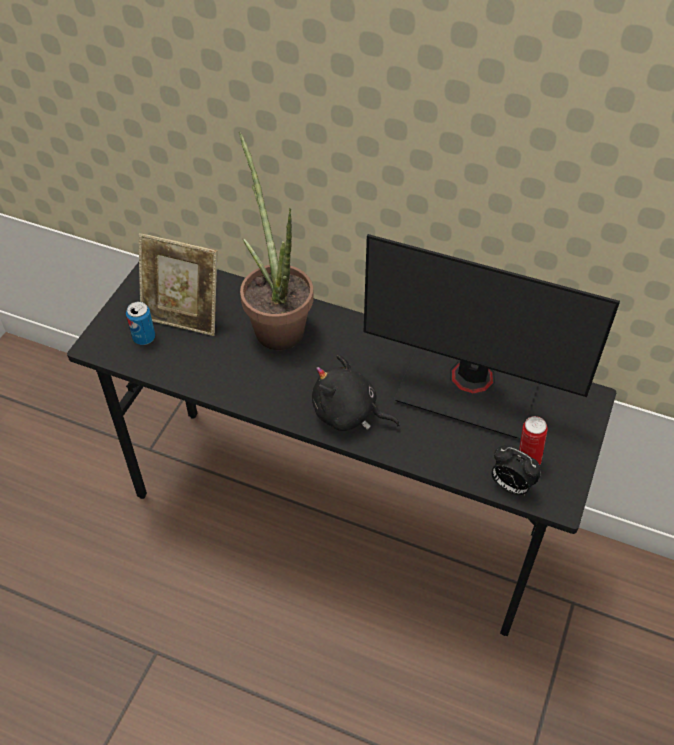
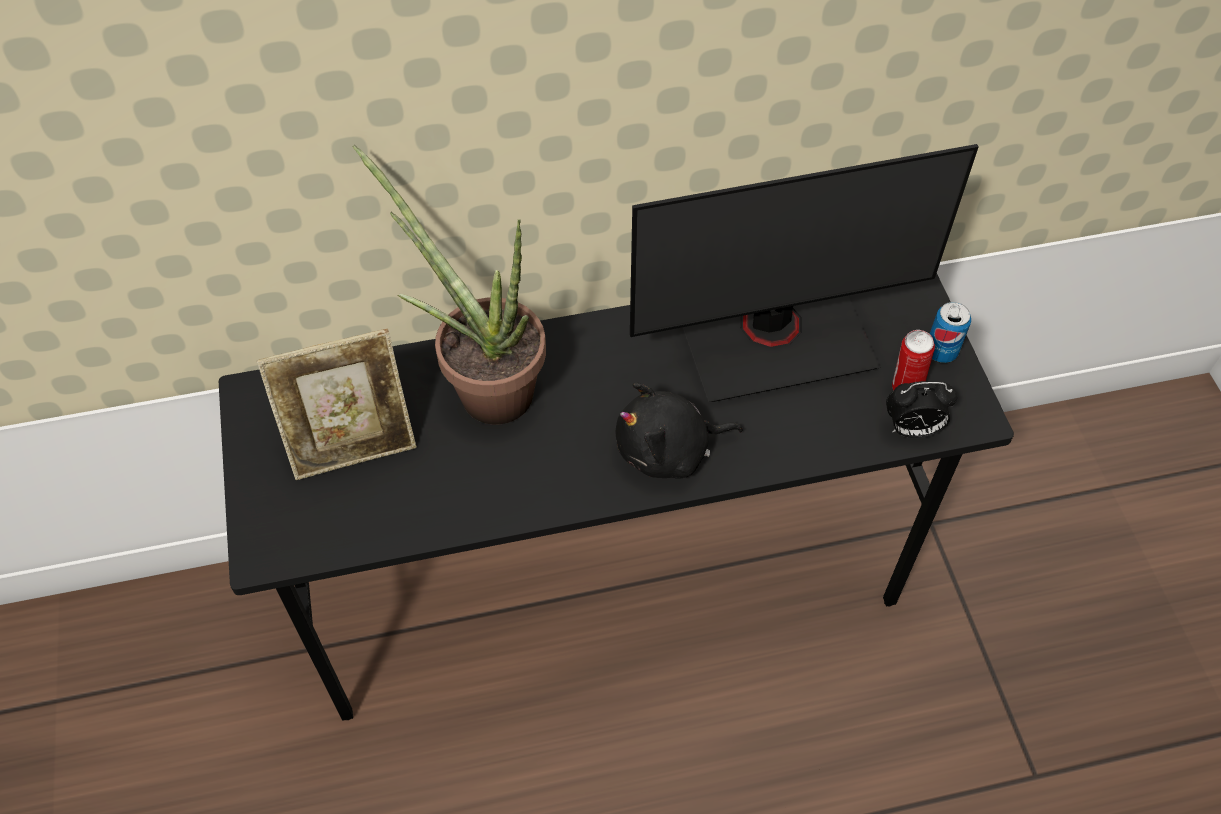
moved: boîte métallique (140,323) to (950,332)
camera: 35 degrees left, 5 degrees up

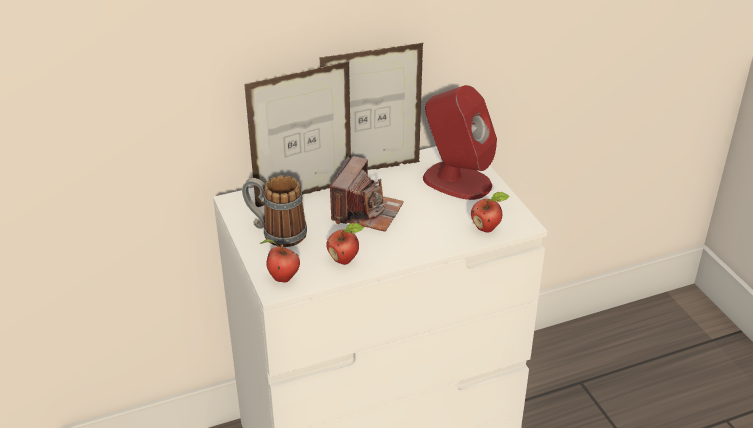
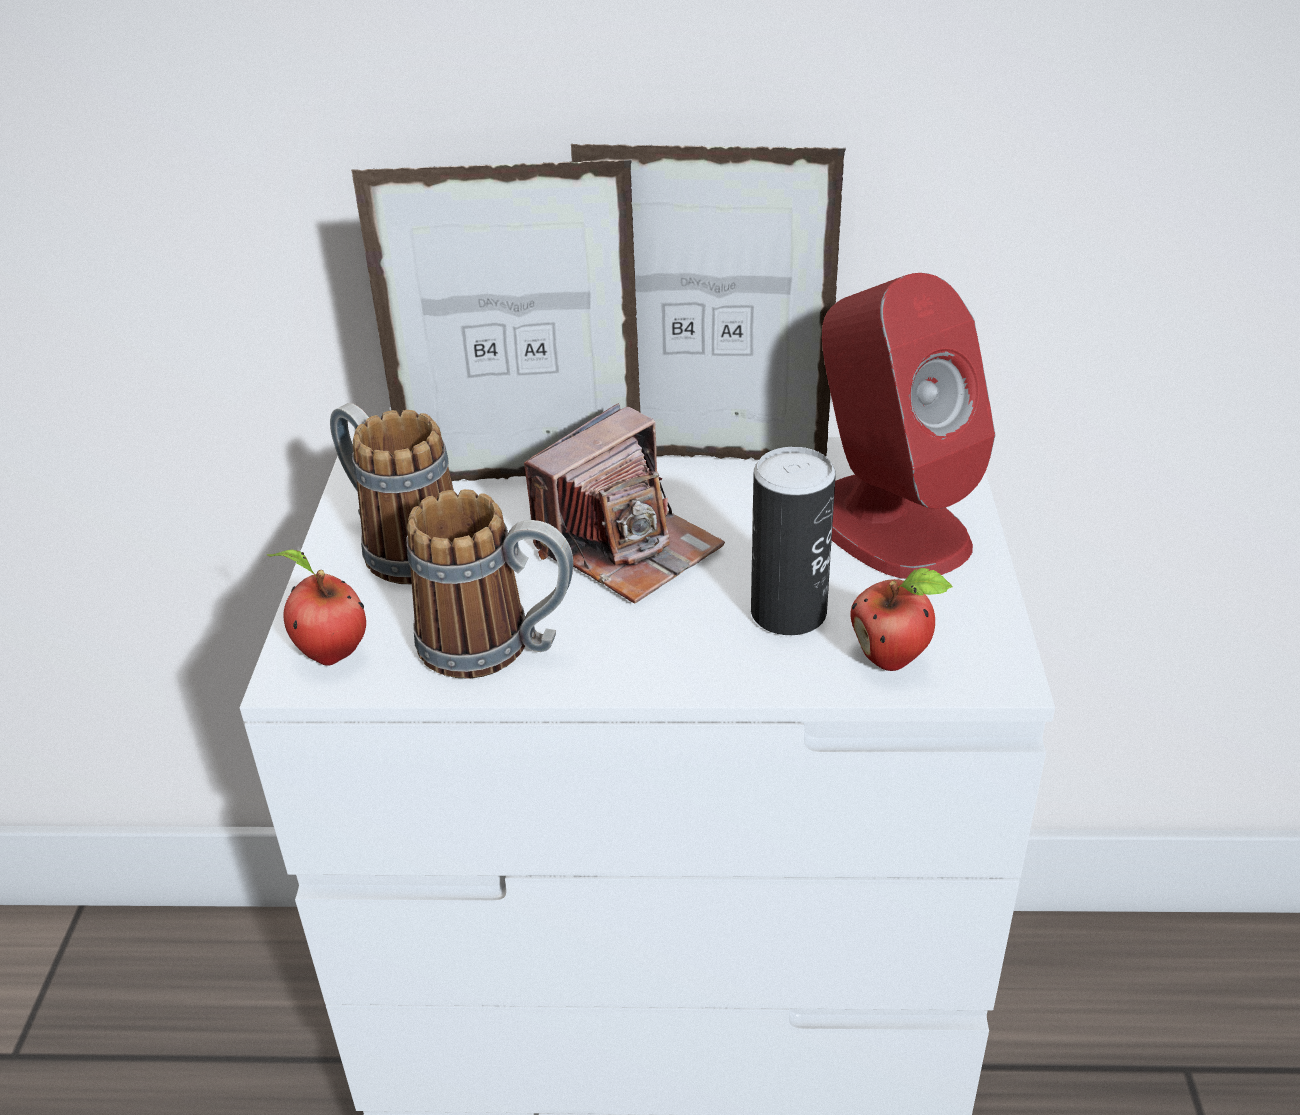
added: boîte métallique (793,541)
replaced: pomme (345,244) to mug (489,584)
camera: 25 degrees right, 0 degrees up

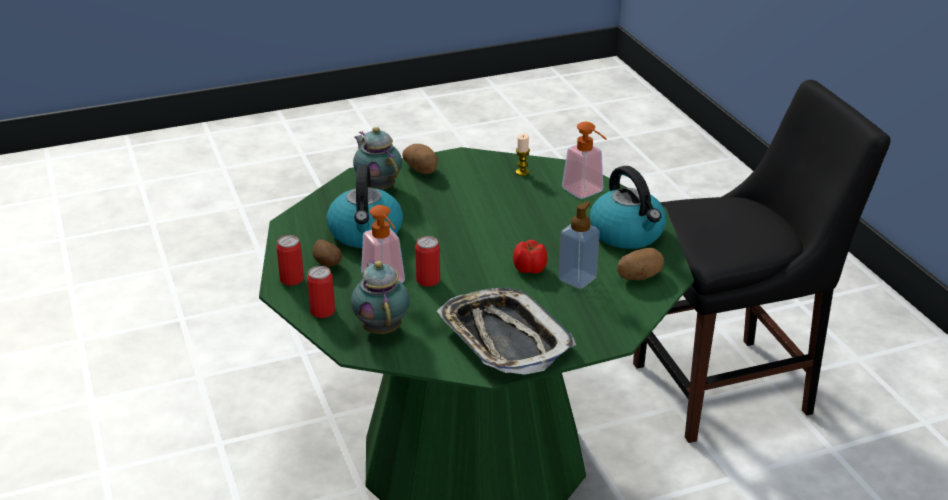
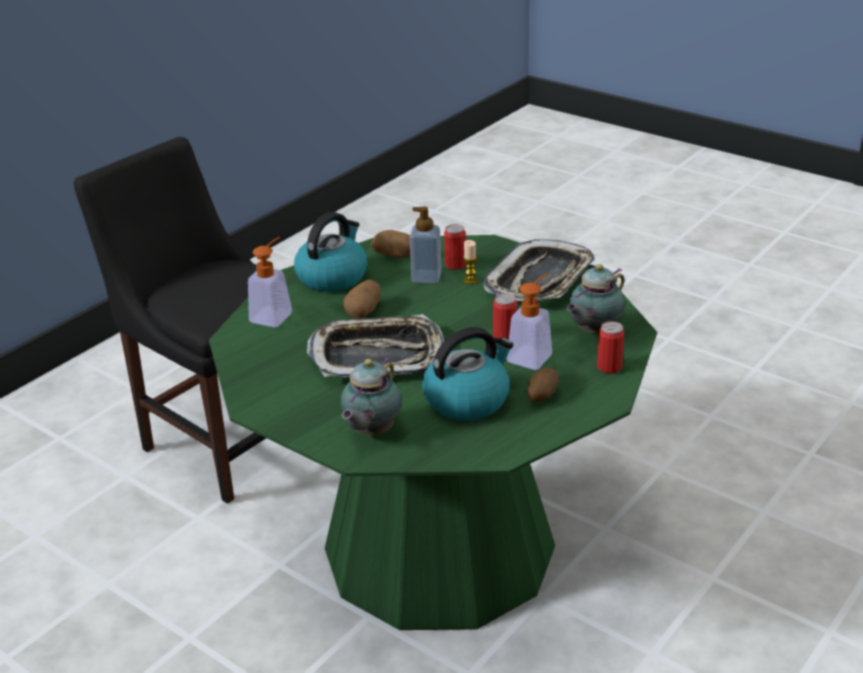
removed: tomate (530,257)
added: plateau (375,346)
moved: boîte métallique (290,260) to (455,247); pomme de terre (420,159) to (361,299); bougie (522,155) to (470,262)
camera: 120 degrees left, 0 degrees up

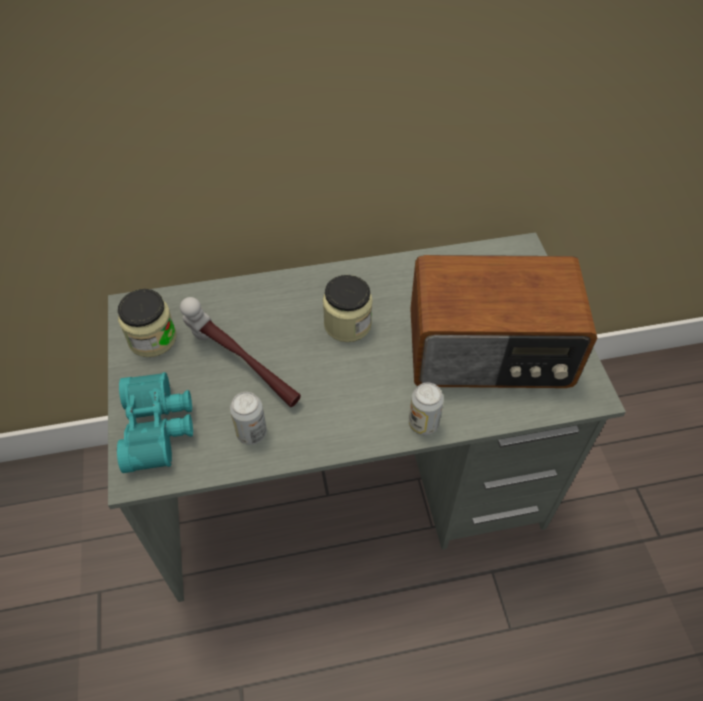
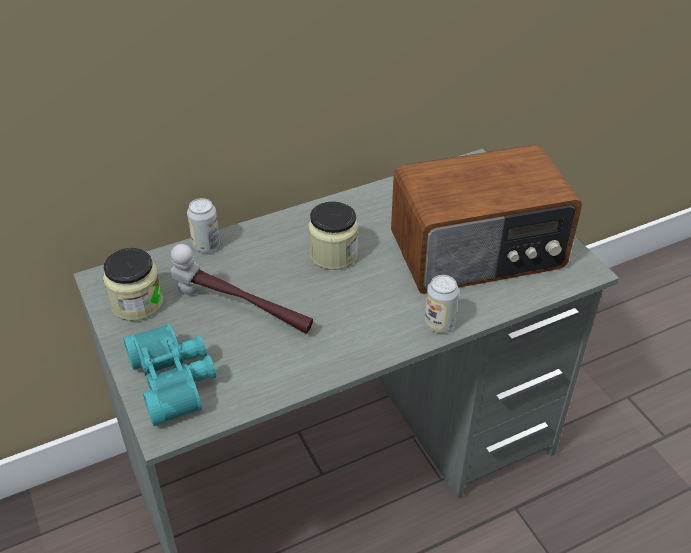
moved: boîte métallique (248,418) to (203,225)
camera: 15 degrees left, 10 degrees down

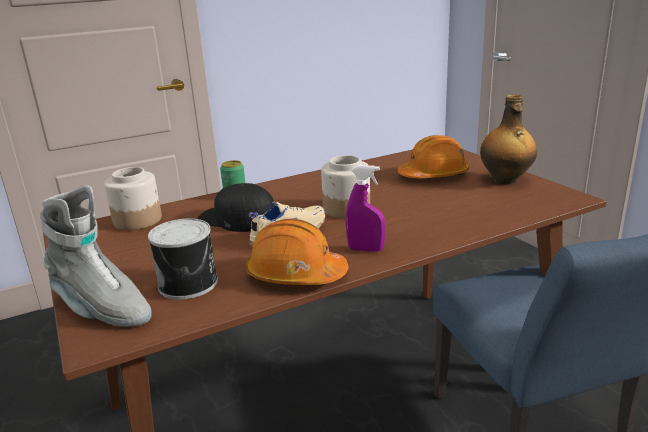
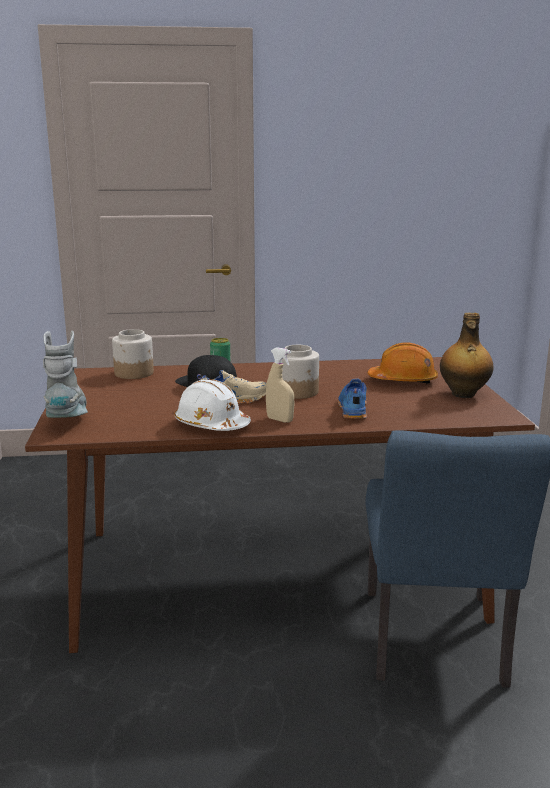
removed: boîte métallique (183,259)
added: chaussure [bleu] (352,398)
recoloured: casque de chantier [orange] (297,252) to casque de chantier [blanc] (212,405); vaporisateur [violet] (365,208) to vaporisateur [beige] (280,385)
turned: botte [gris] (96,256) = (65,374) 150 degrees counterclockwise
camera: 20 degrees right, 5 degrees down

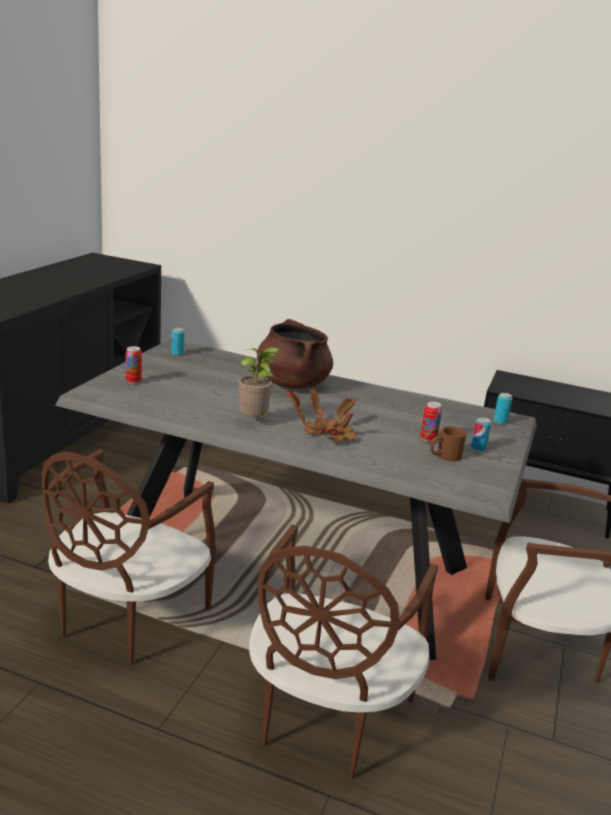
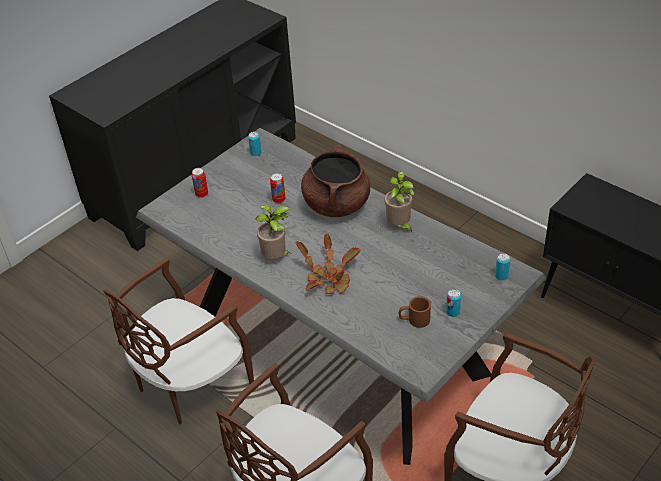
added: plante en pot (399,202)
moved: boîte métallique (431,422) to (277,188)
camera: 25 degrees right, 20 degrees up

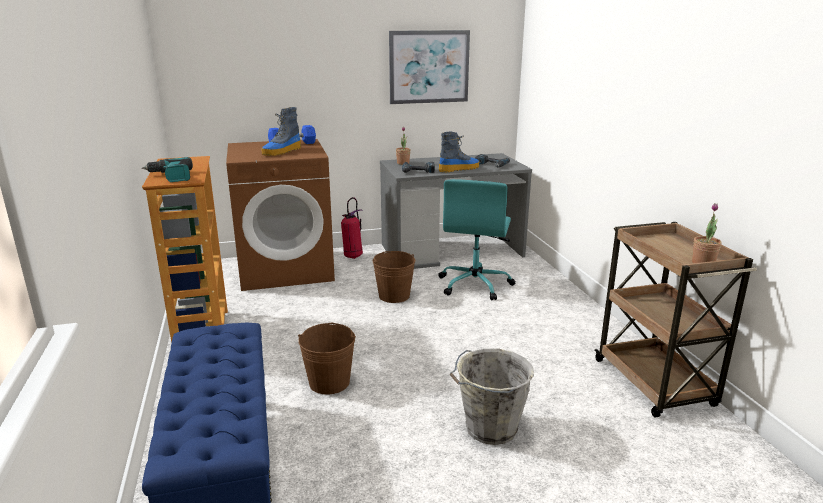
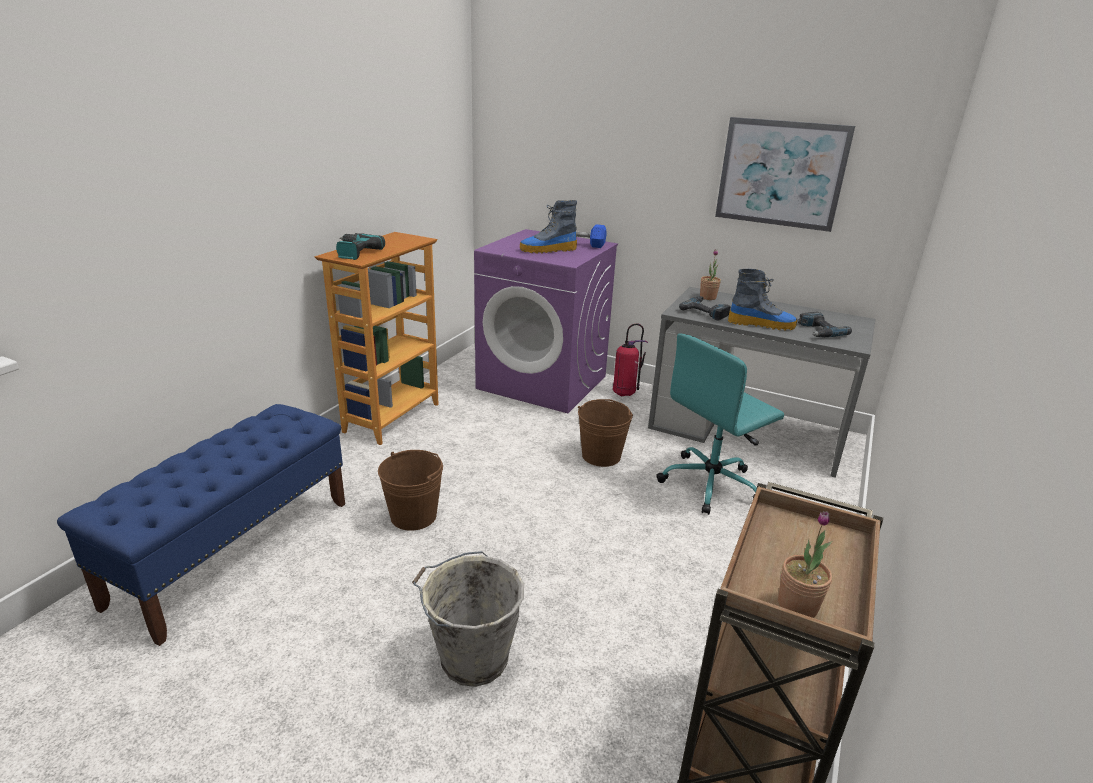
recoloured: lave-linge [marron] (280,215) to lave-linge [violet] (546,321)
camera: 40 degrees right, 5 degrees up

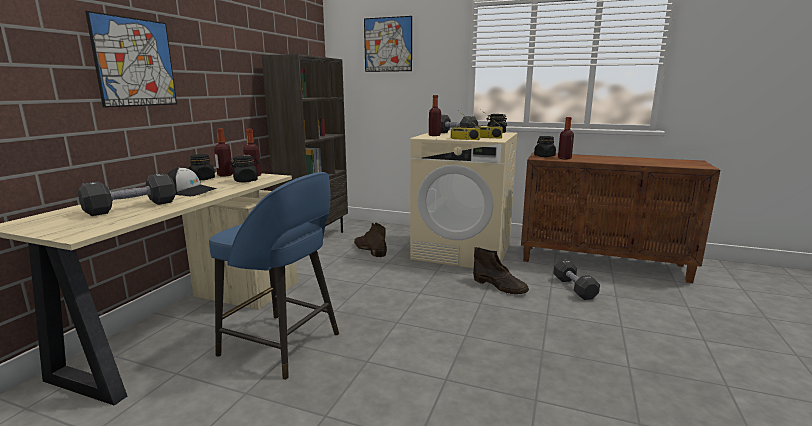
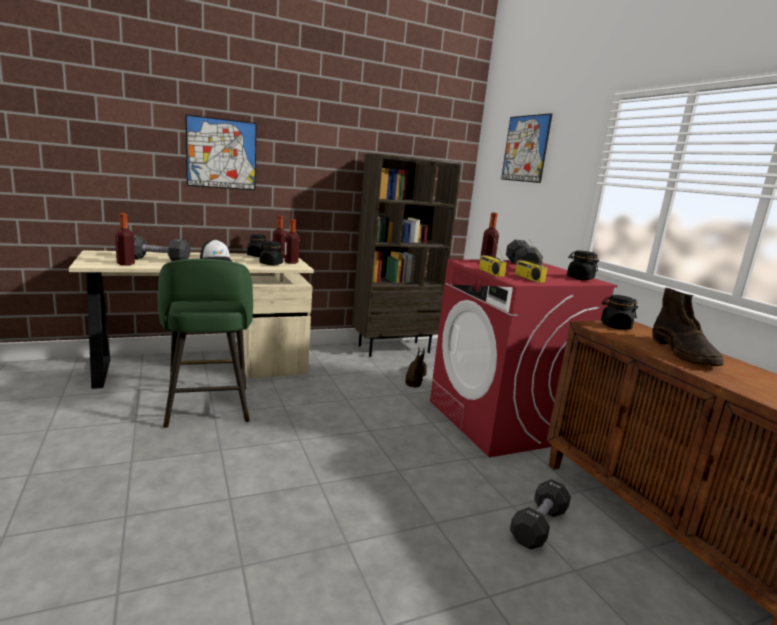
moved: botte [marron] (501,270) to (688,327); bouteille (566,138) to (125,239)
recoloured: tabouret [bleu] (274,276) to tabouret [vert] (205,343); lave-linge [beige] (464,199) to lave-linge [rouge] (524,358)
camera: 45 degrees right, 0 degrees up

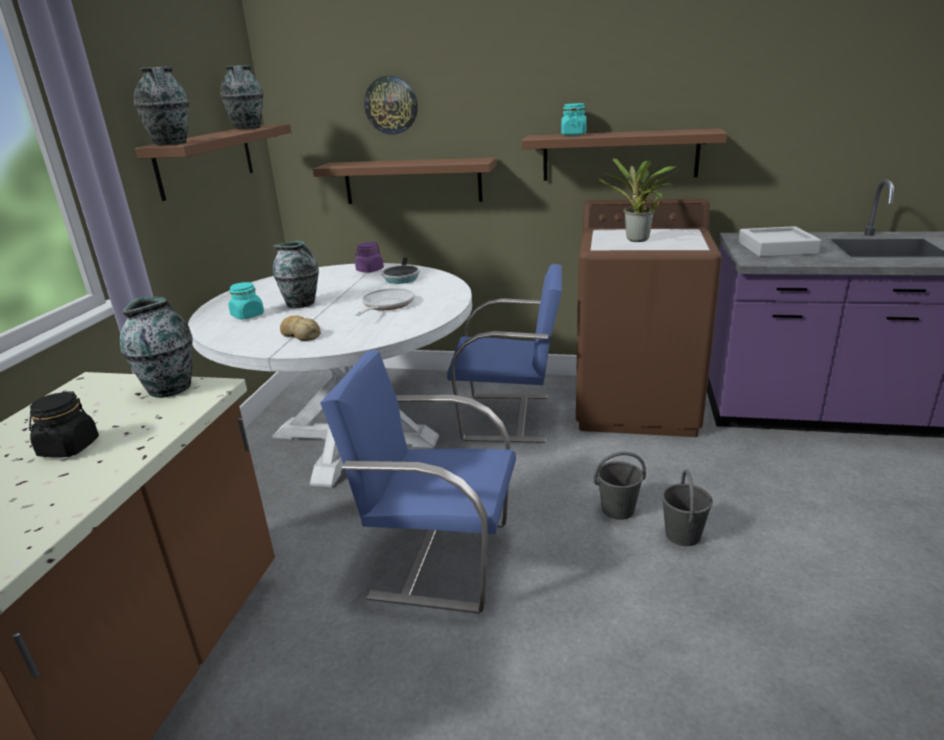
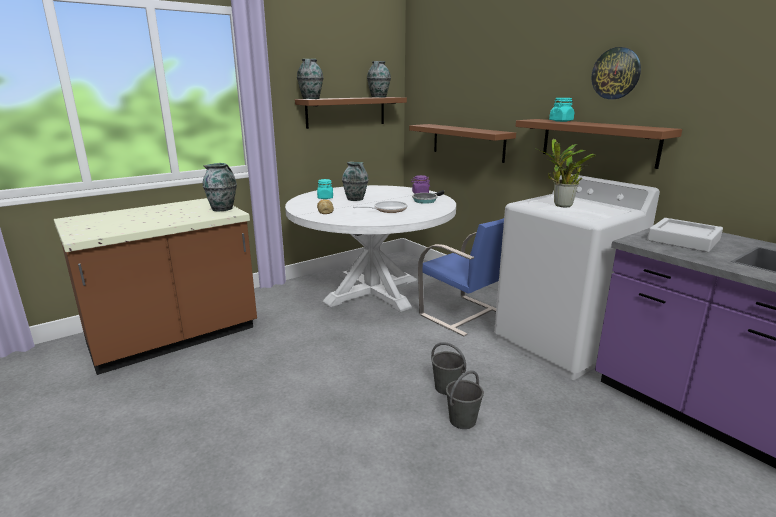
removed: bocal [noir] (64,424); chaise [bleu] (418,481)
moved: horloge murale (391,105) to (616,73)
recoloured: lave-linge [marron] (649,317) to lave-linge [blanc] (577,277)
camera: 40 degrees right, 5 degrees down

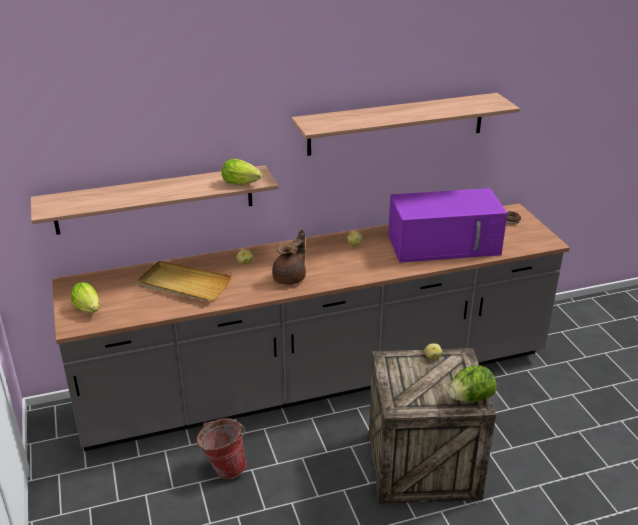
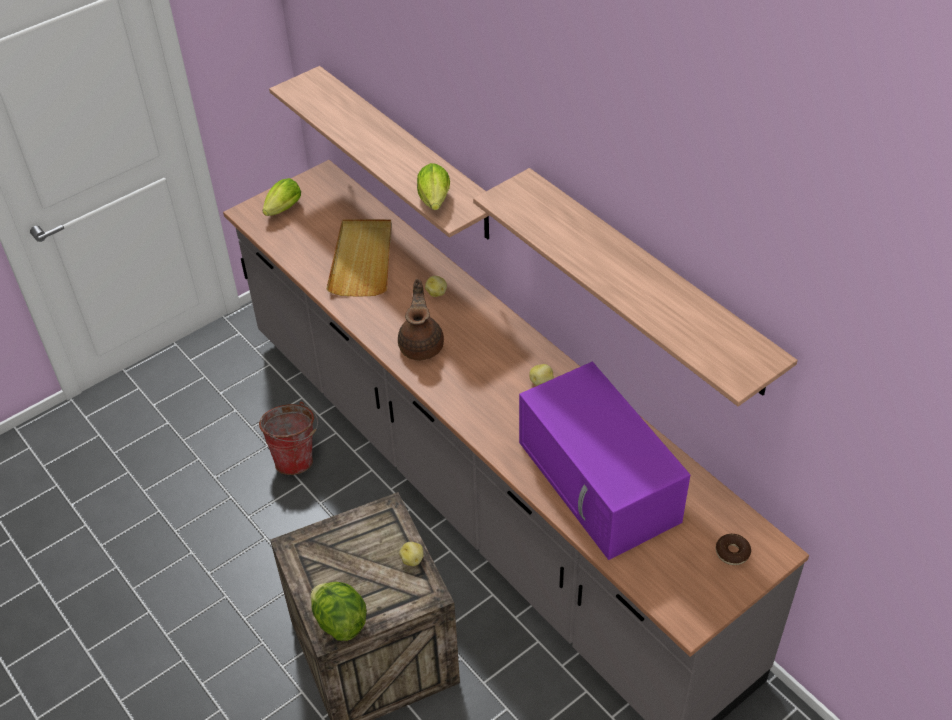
turned: théière [marron] (289,257) = (421,319) 105 degrees counterclockwise
camera: 70 degrees right, 15 degrees up

